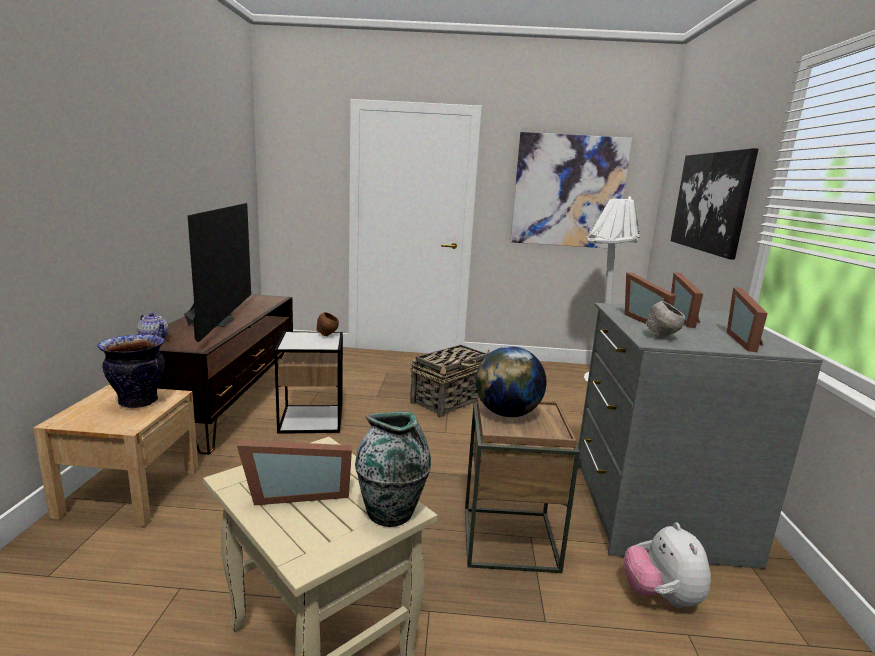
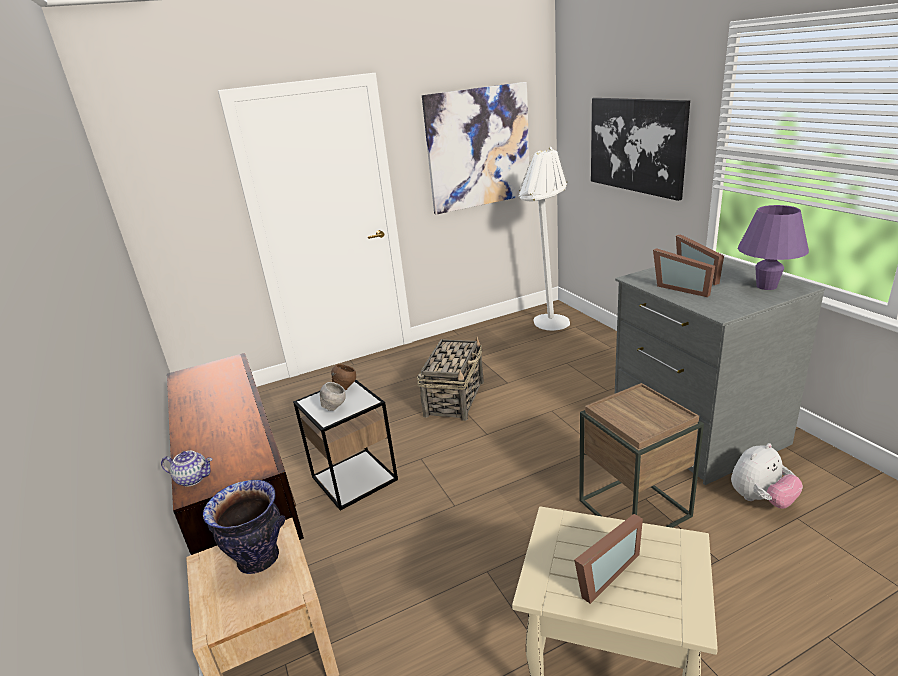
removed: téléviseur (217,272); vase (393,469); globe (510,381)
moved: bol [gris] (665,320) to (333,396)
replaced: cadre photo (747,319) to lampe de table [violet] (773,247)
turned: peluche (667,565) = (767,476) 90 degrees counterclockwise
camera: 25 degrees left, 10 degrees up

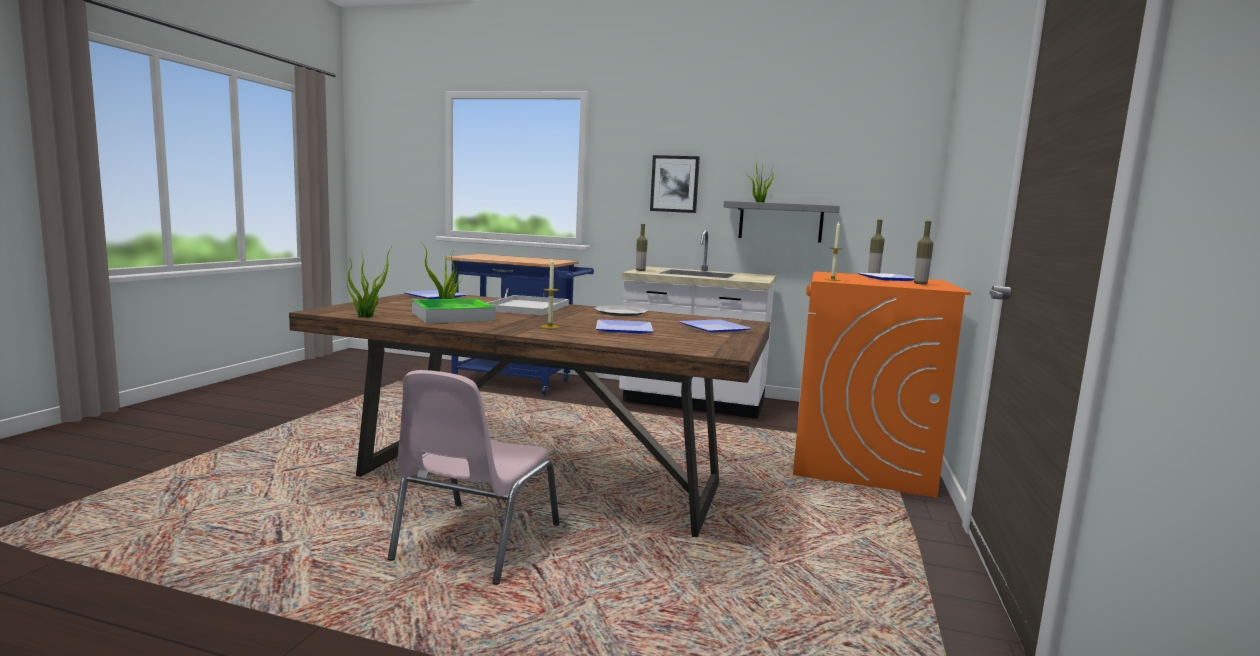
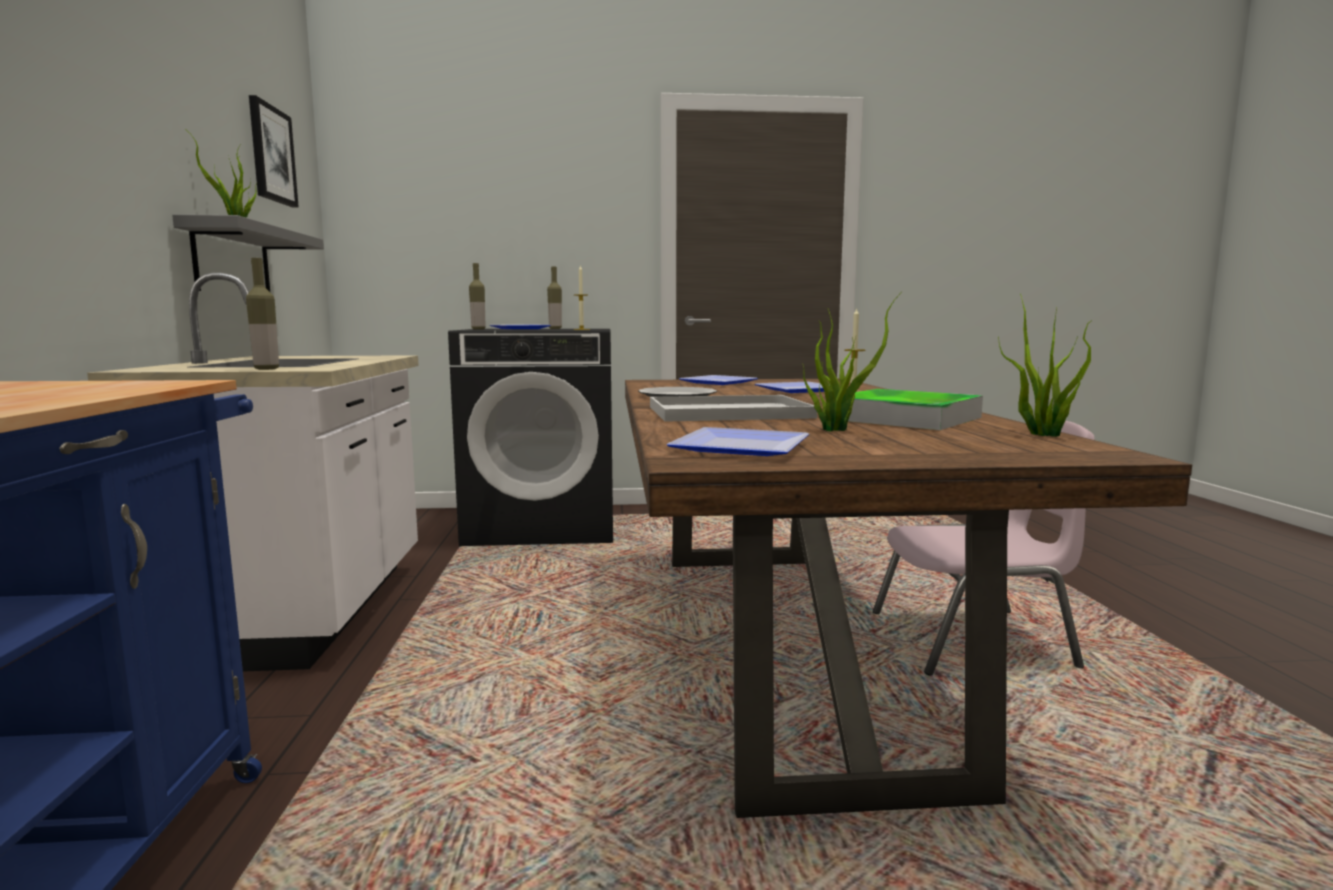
moved: tableau (675,184) to (274,151)
recoloured: lave-linge [orange] (882,384) to lave-linge [noir] (530,438)
camera: 110 degrees left, 0 degrees up

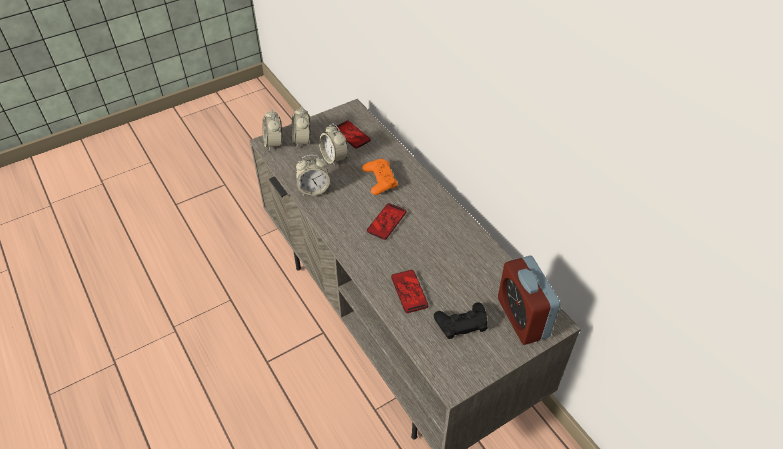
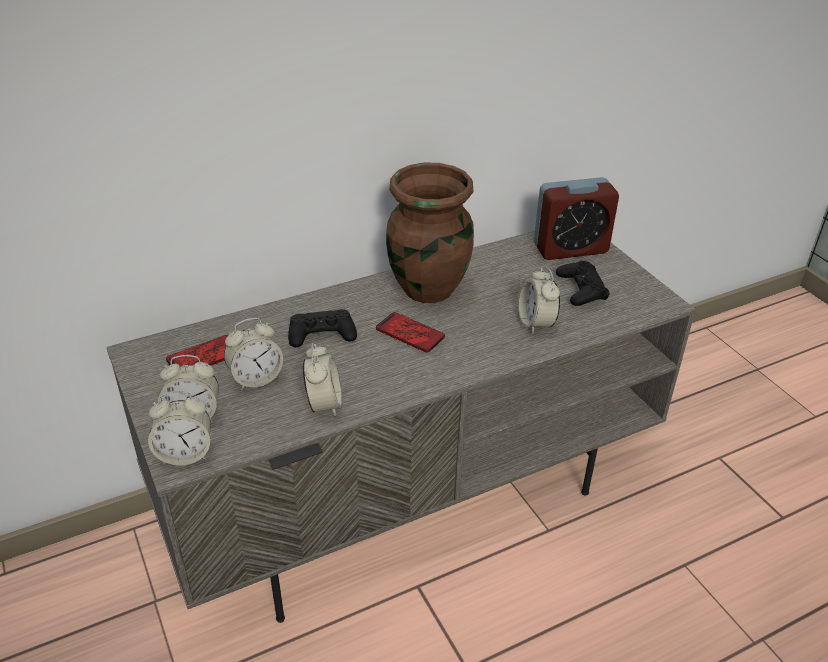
added: vase [marron] (430,232)
replaced: téléphone (410,291) to réveil (539,300)
recoloured: manette [orange] (380,177) to manette [noir] (322,328)
camera: 85 degrees left, 10 degrees down

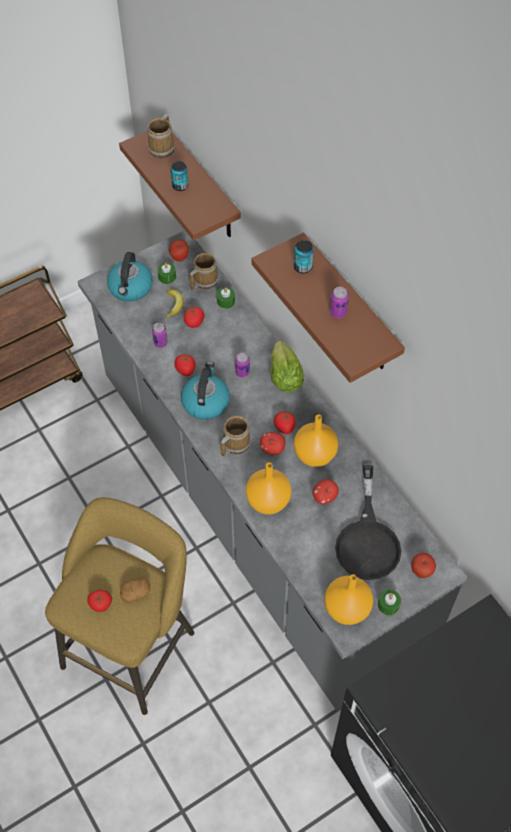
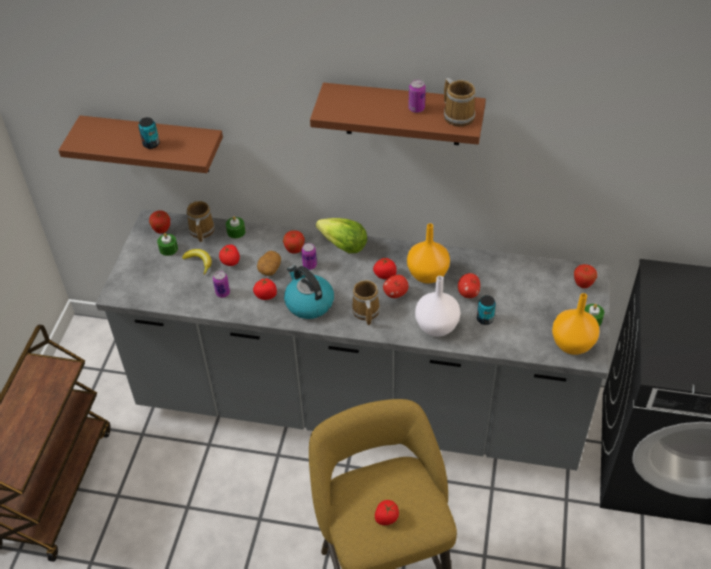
removed: bouilloire (130,277); poêle [noir] (368,522)
added: pomme (294,241)
moved: pomme de terre (135,590) to (269,263); mug (161,135) to (460,102); boîte métallique (304,256) to (486,310)
recoloured: vase [orange] (268,488) to vase [blanc] (437,306)
camera: 45 degrees left, 10 degrees down

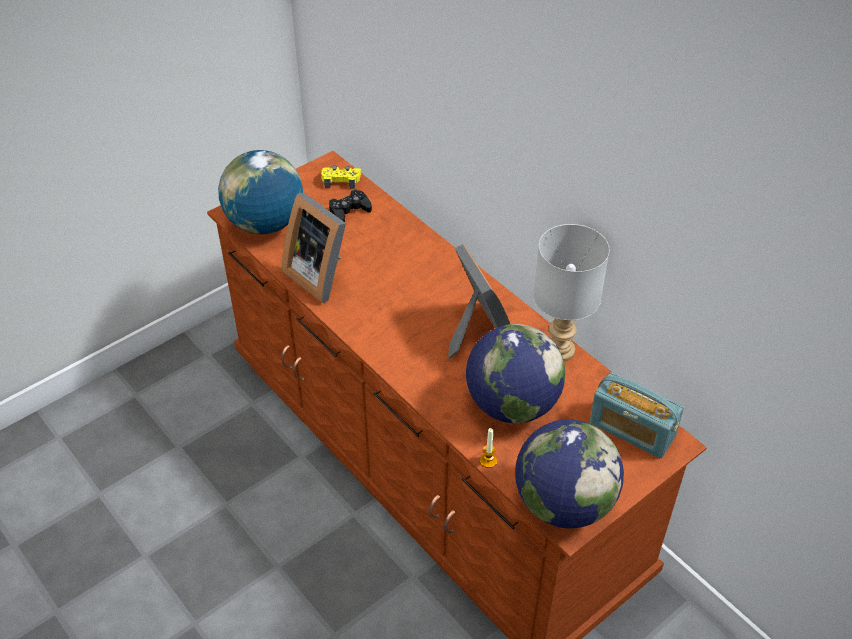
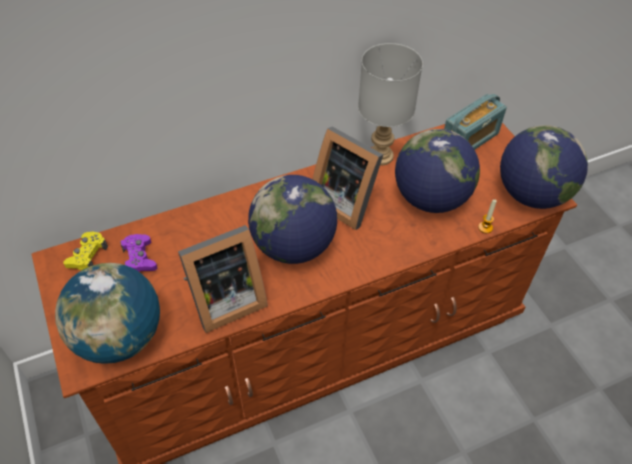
added: globe (292,219)
recoloured: manette [noir] (350,205) to manette [violet] (138,253)
turned: cadre photo (479,301) = (348,178) 135 degrees counterclockwise
camera: 75 degrees left, 5 degrees up

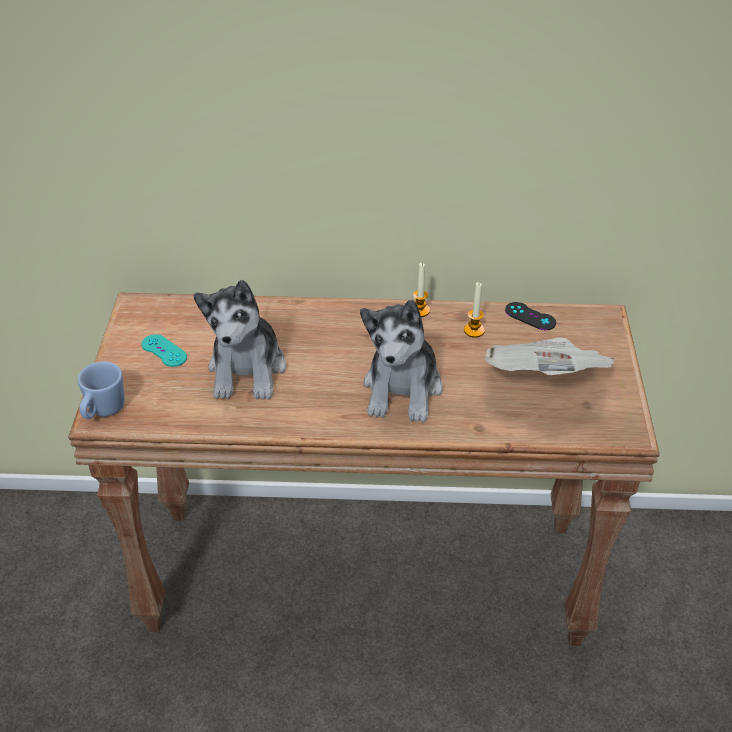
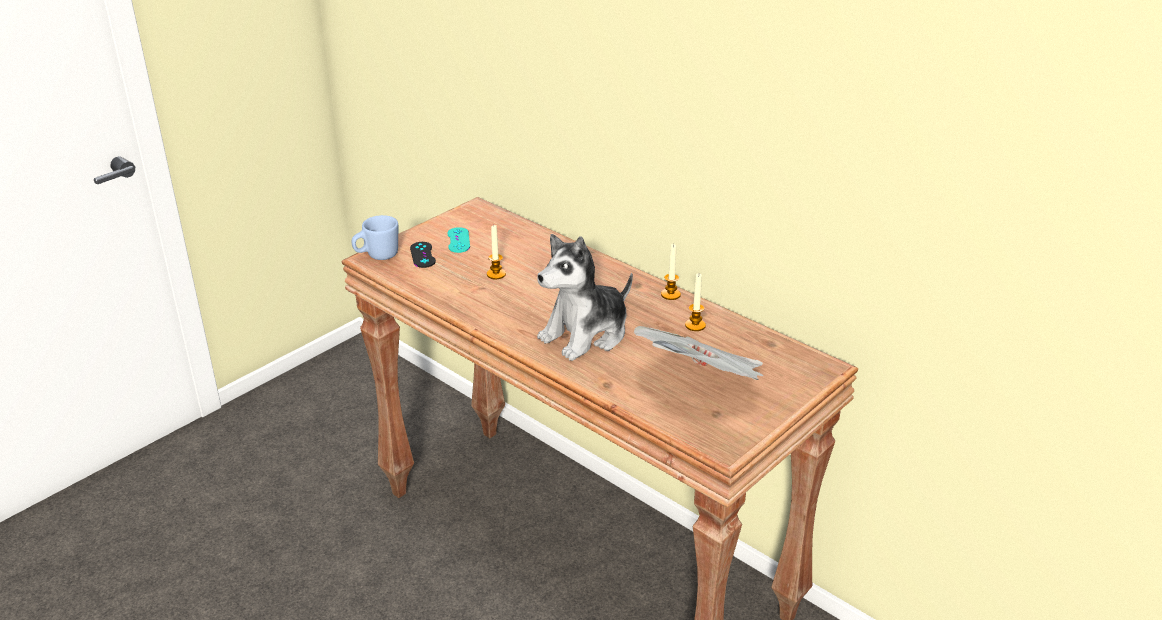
moved: manette [noir] (530,316) to (423,255)
replaced: peluche (239,340) to bougie (496,252)
camera: 40 degrees right, 10 degrees down

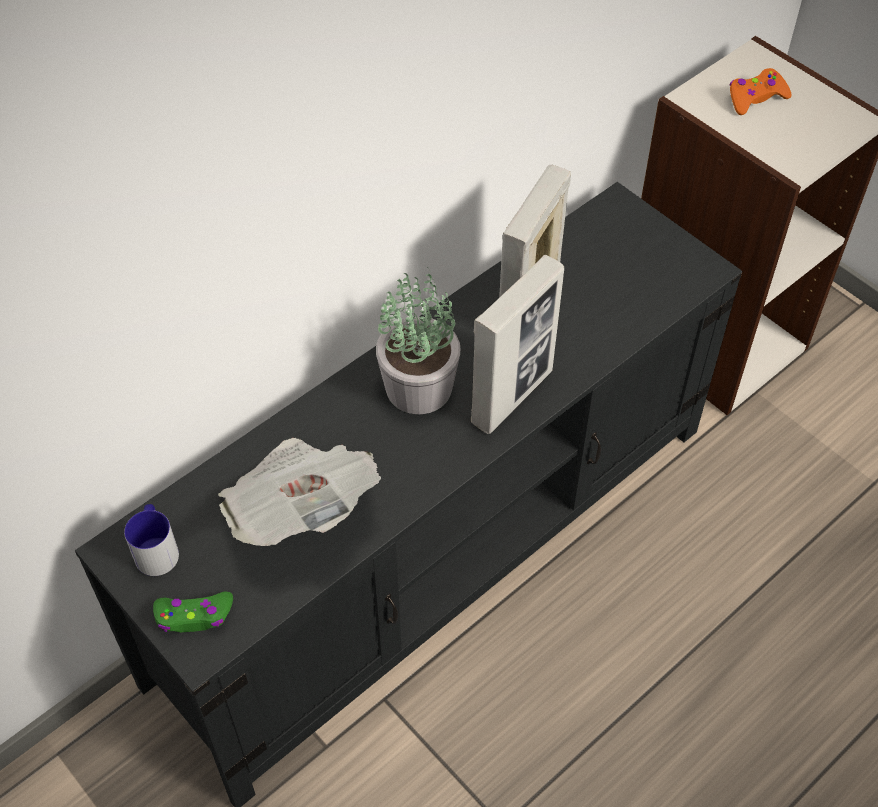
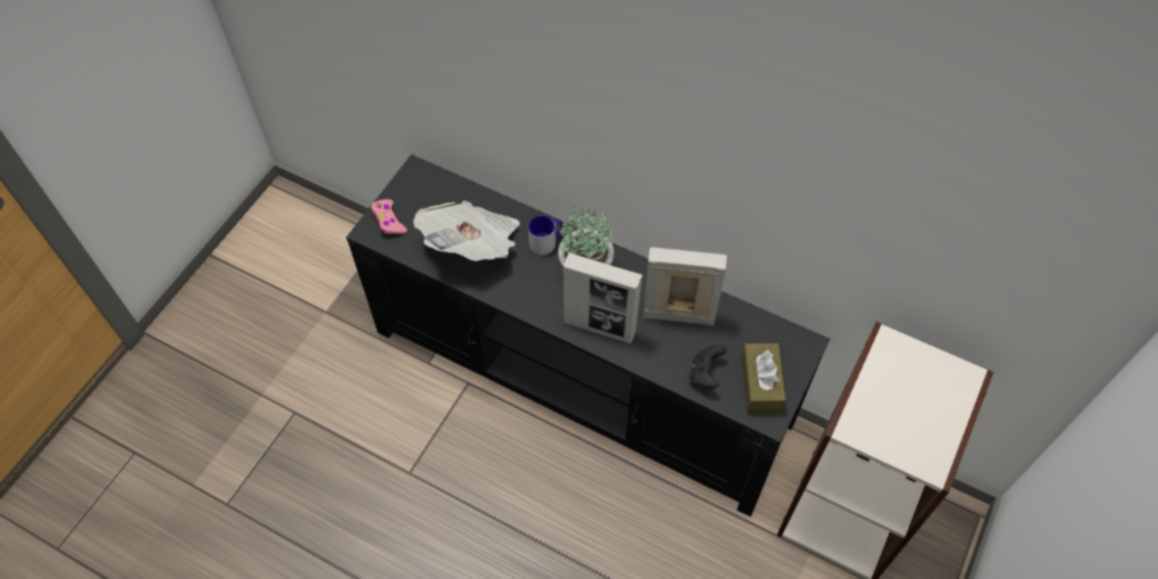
removed: manette [orange] (761,91)
added: manette [noir] (708,367); boîte à mouchoirs [marron] (763,378)
moved: mug (151,540) to (546,235)
recoloured: manette [vert] (193,612) to manette [rose] (389,216)
camera: 70 degrees right, 5 degrees up

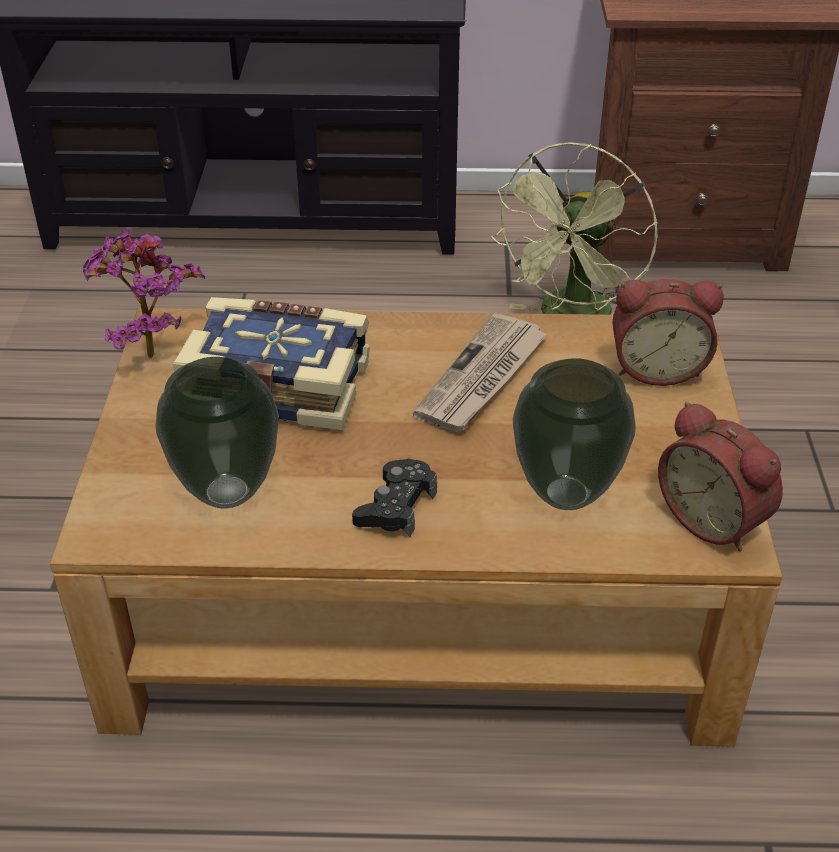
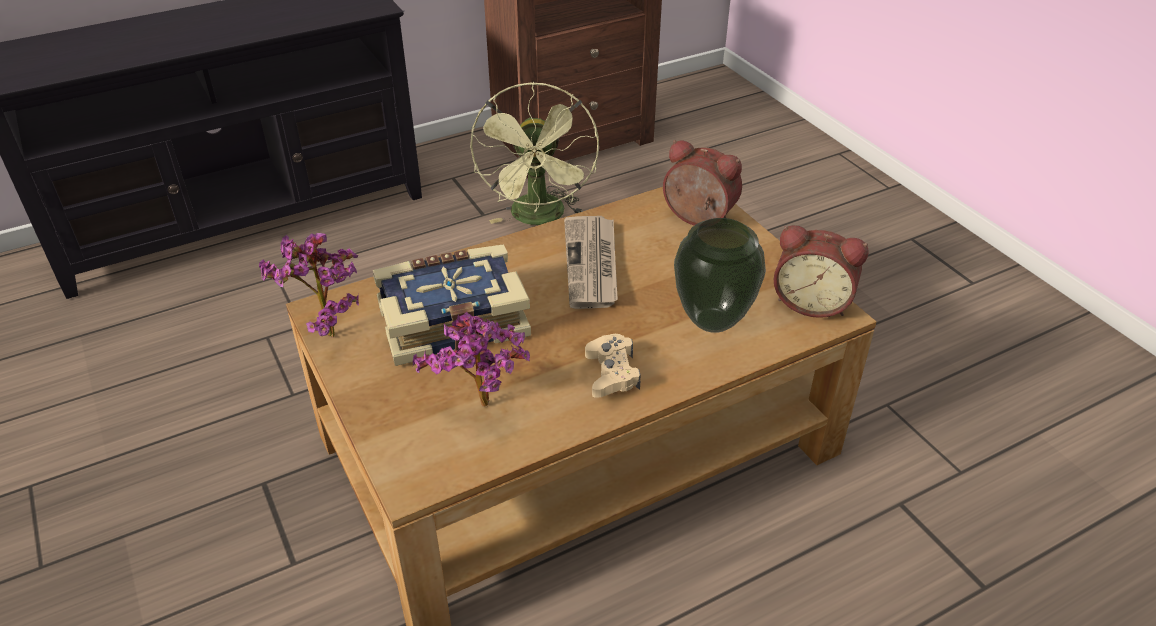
replaced: vase (217,432) to plante en pot (471,359)
recoloured: manette [noir] (394,497) to manette [beige] (613,366)
turned: réveil (668,332) = (702,182) 120 degrees counterclockwise
camera: 30 degrees left, 0 degrees up

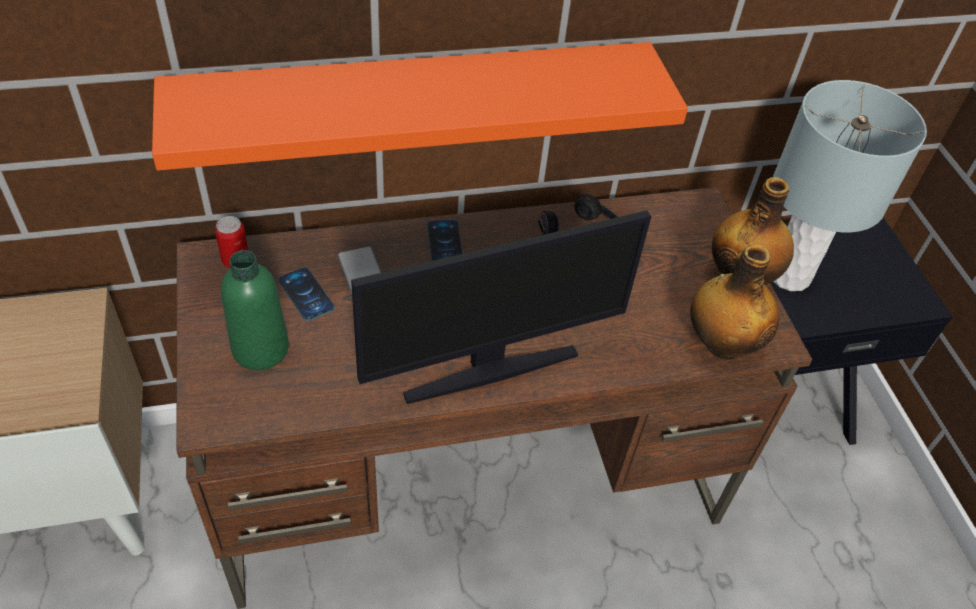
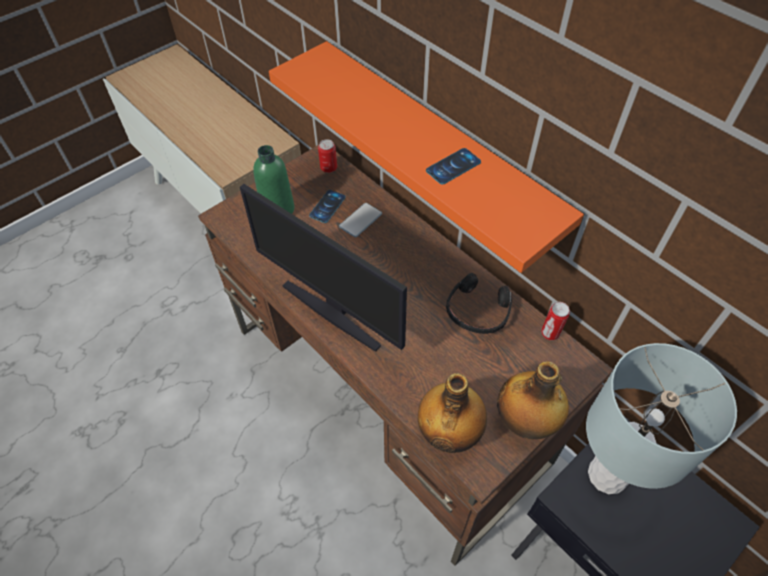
added: boîte métallique (555,321)
moved: téléphone (445,240) to (453,166)
camera: 65 degrees right, 5 degrees up

